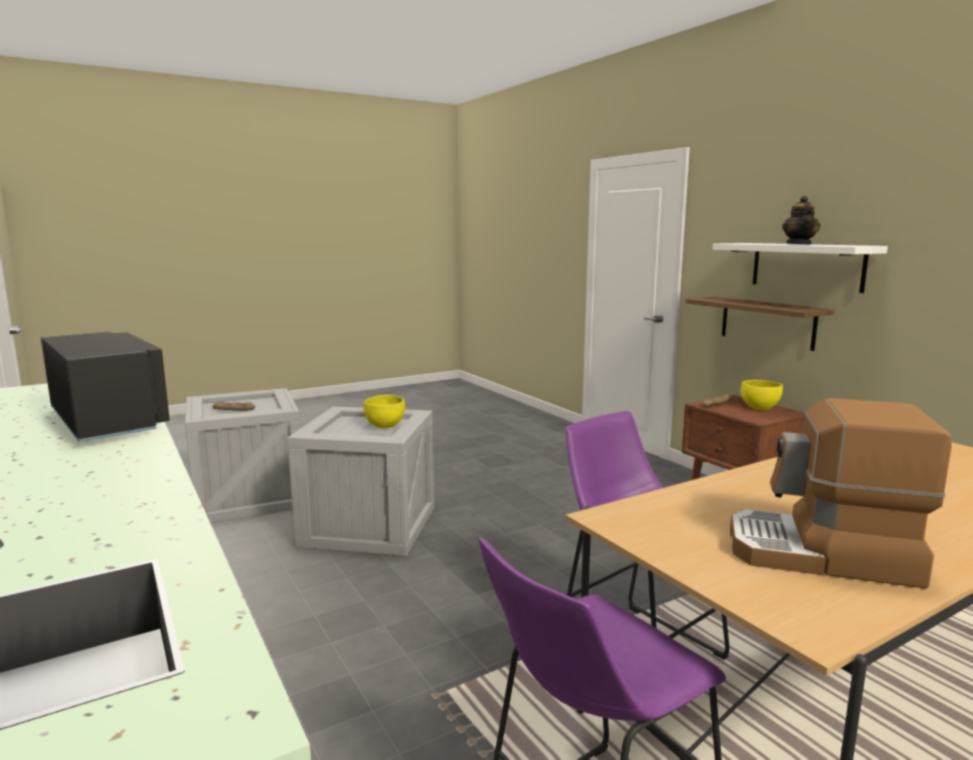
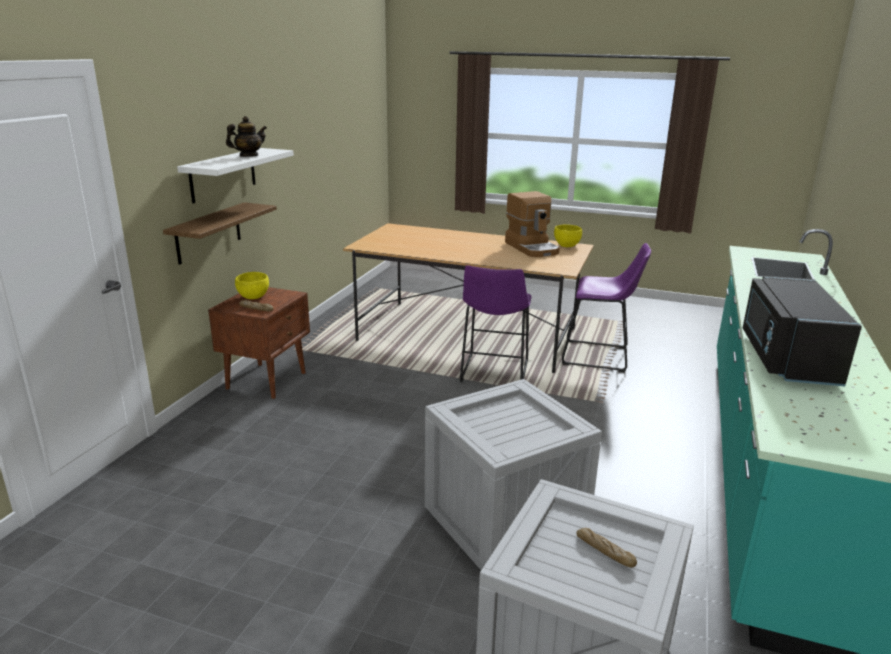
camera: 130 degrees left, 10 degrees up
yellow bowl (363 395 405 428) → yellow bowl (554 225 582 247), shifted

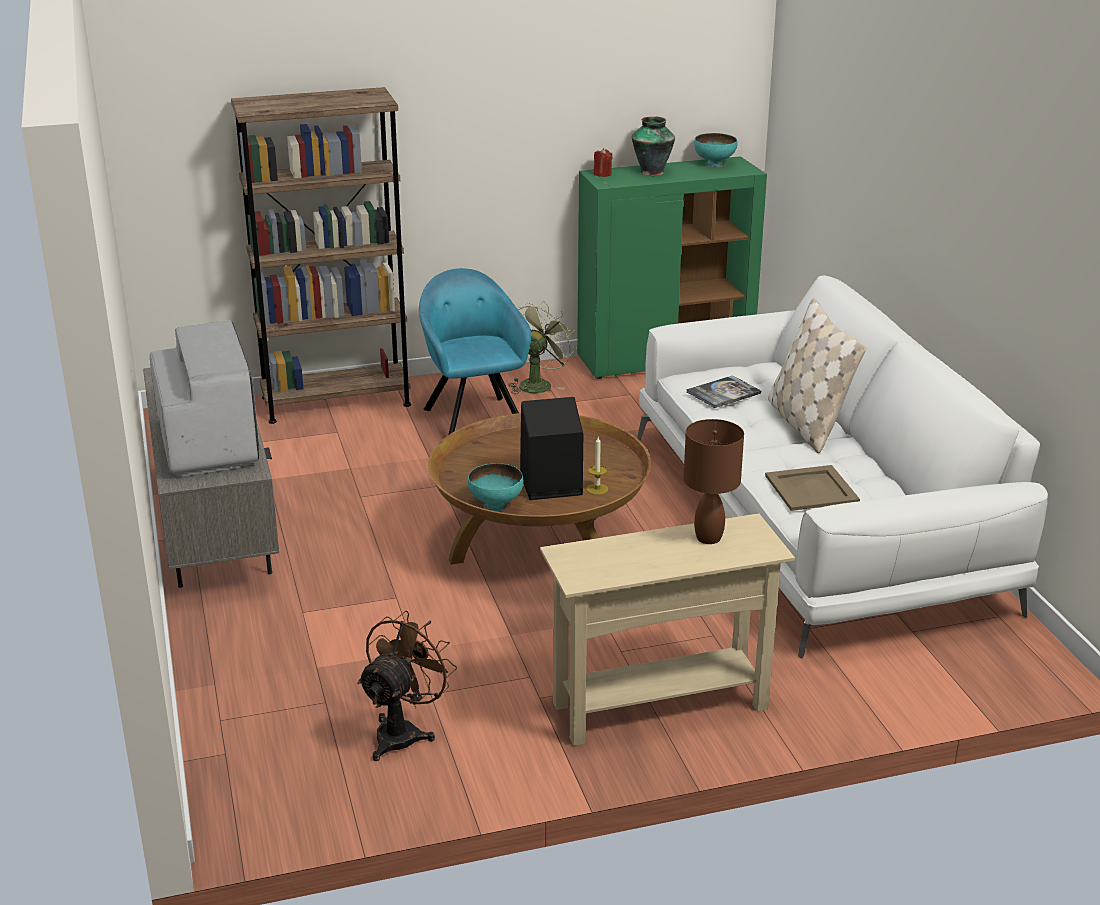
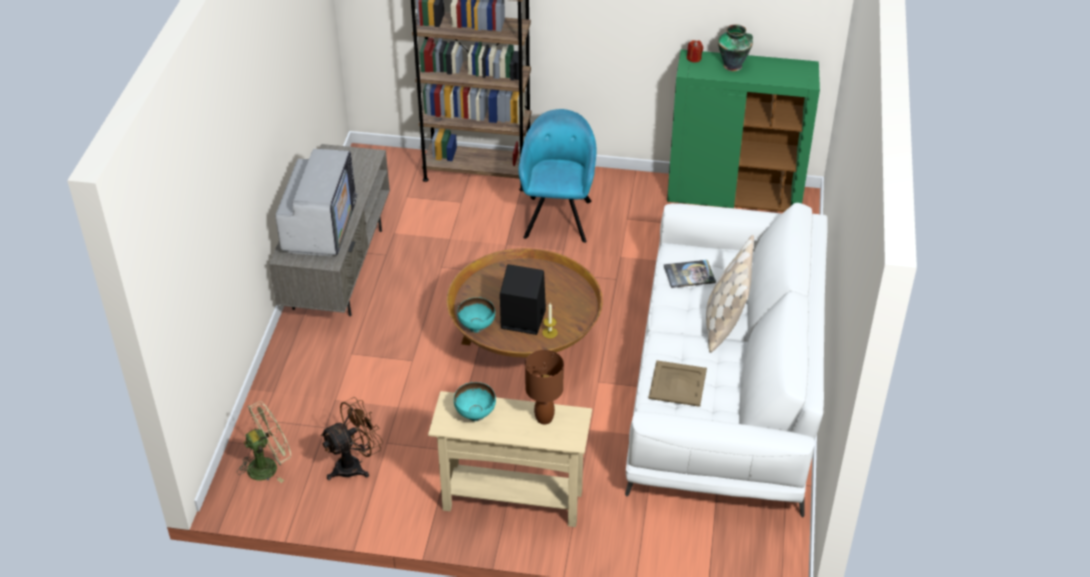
camera: 25 degrees right, 15 degrees up
blue-green bowl (694 133 737 167) → blue-green bowl (454 382 496 421), shifted
green fan (508 301 577 394) → green fan (237 401 291 483), shifted

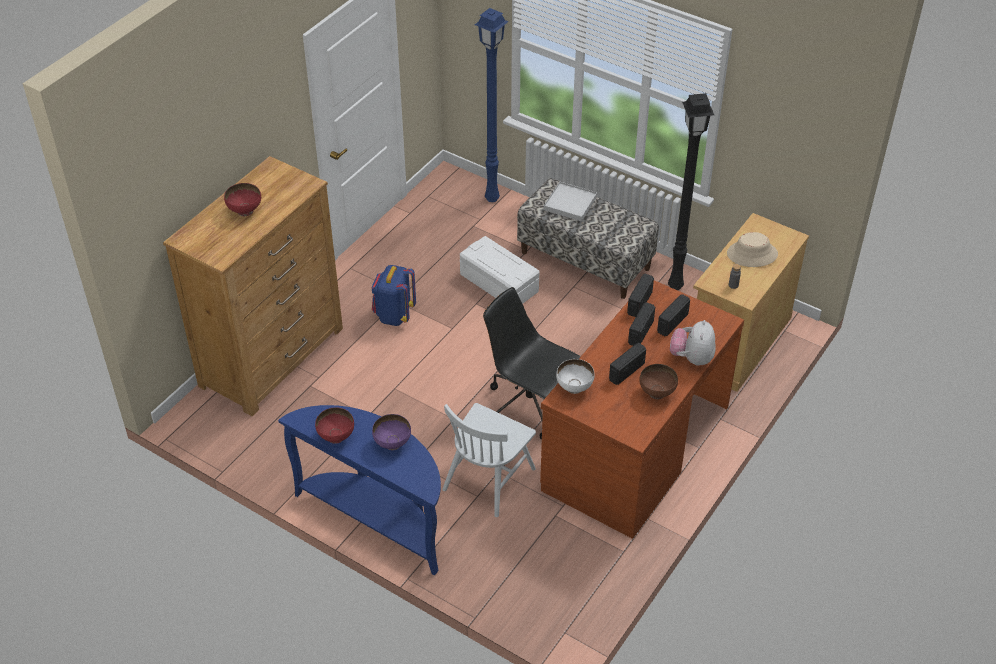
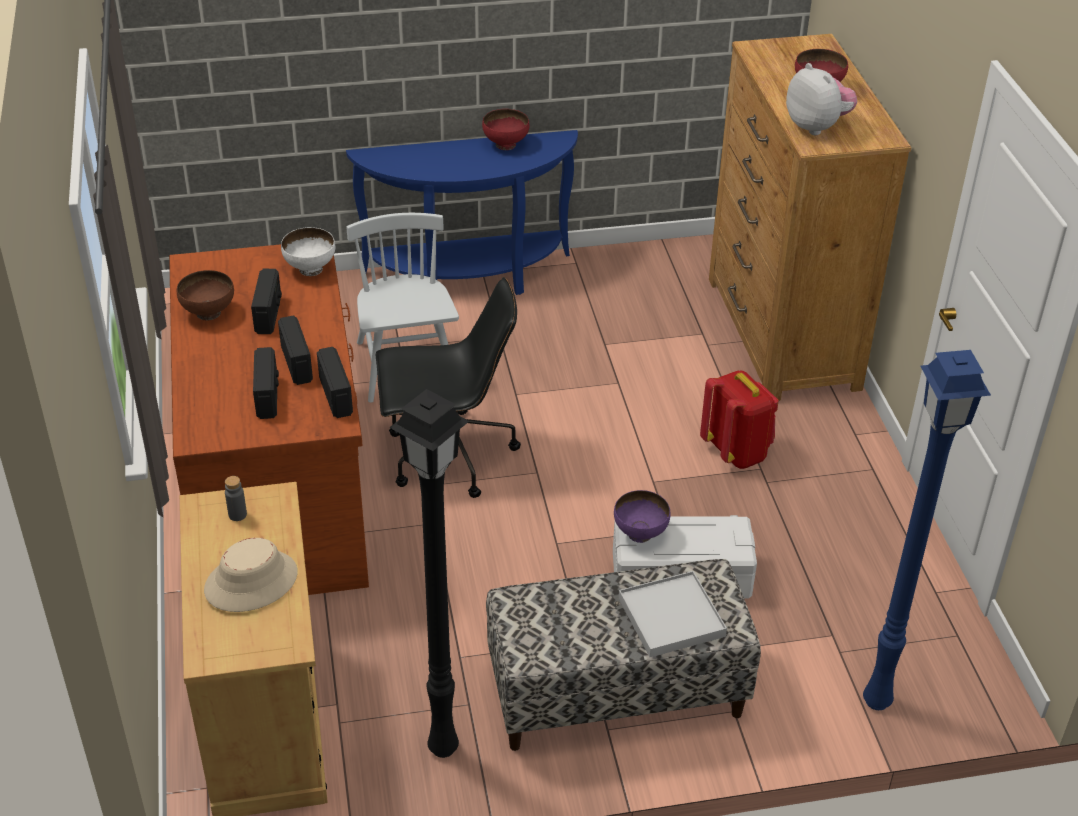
camera: 135 degrees right, 5 degrees down
bluish backpack (372 265 416 326) → red-coloured backpack (700 370 778 469)
soft toy (670 320 716 366) → soft toy (786 63 857 135), shifted
purple-coloured bowl (372 414 411 450) → purple-coloured bowl (614 490 671 543), shifted

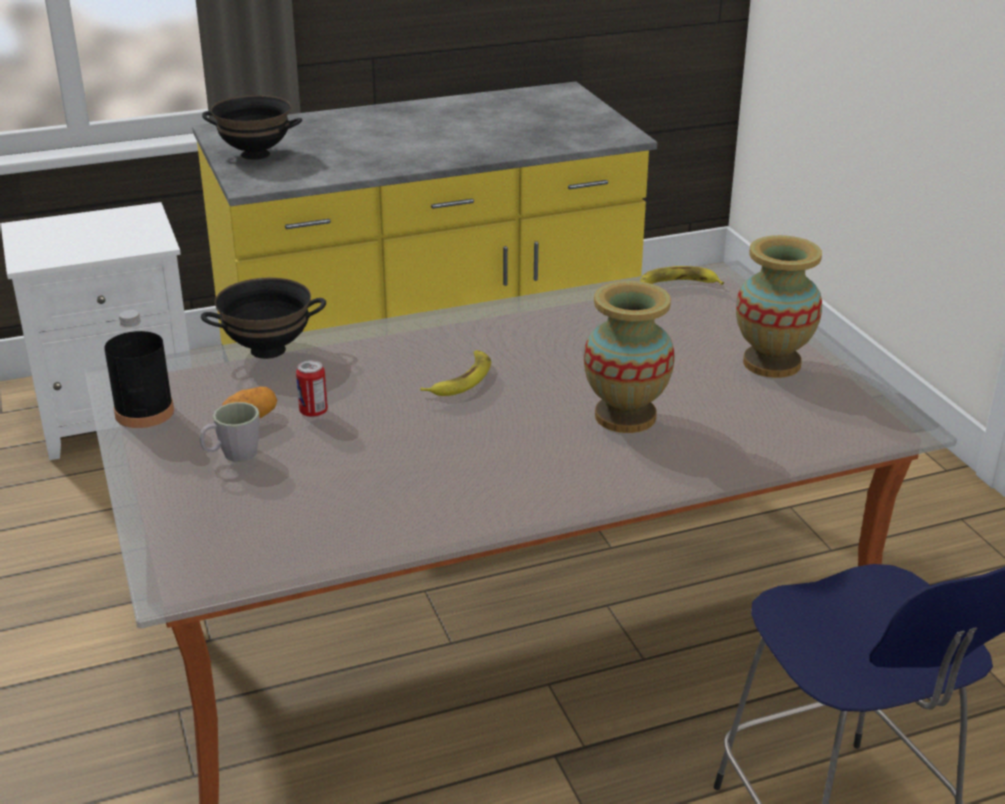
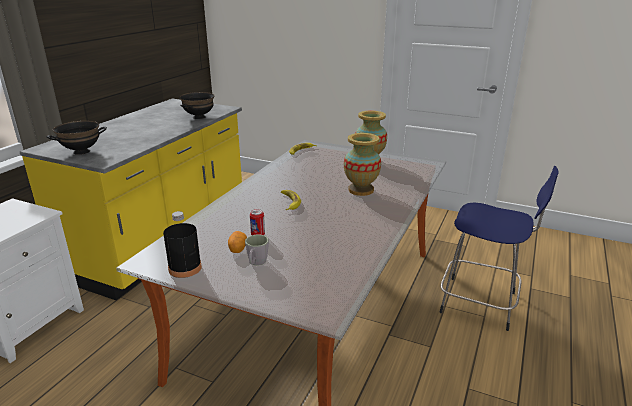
camera: 45 degrees left, 5 degrees down
blackish bowl (201 278 326 359) → blackish bowl (179 92 215 119), shifted

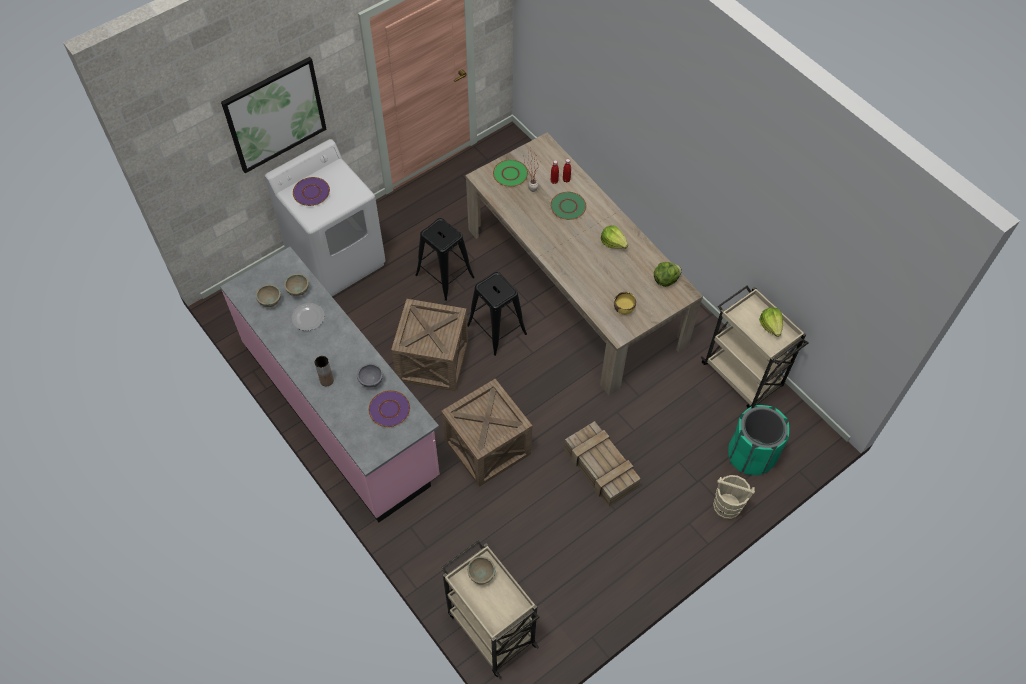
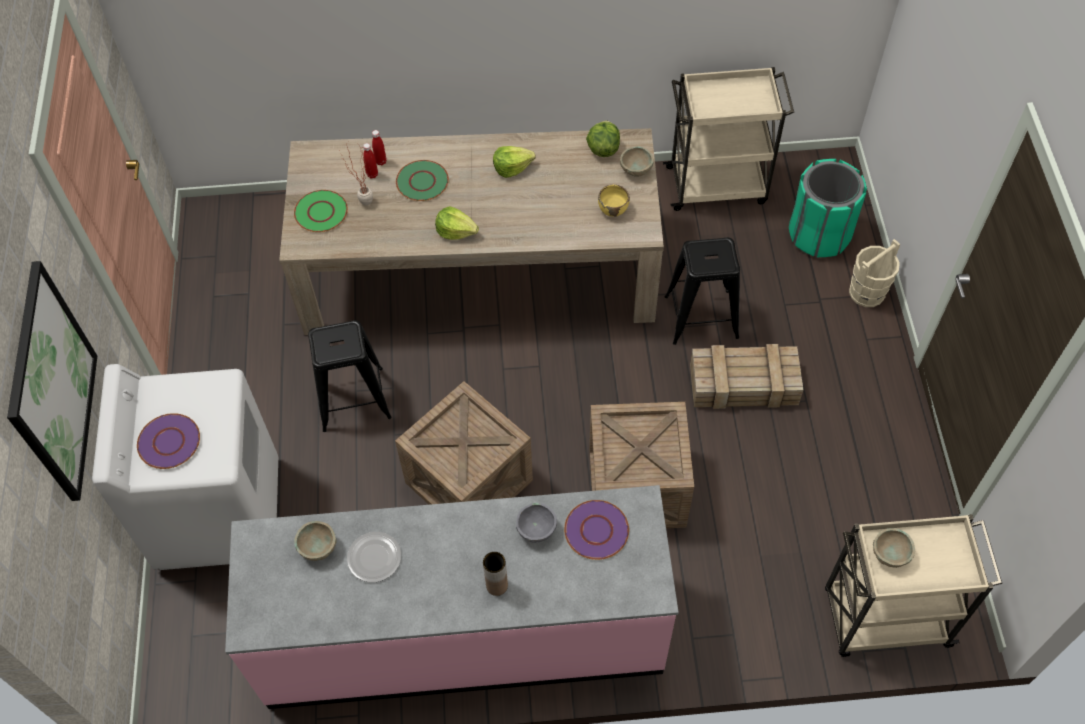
camera: 55 degrees left, 0 degrees up
blackish sitting stool (467 272 527 356) → blackish sitting stool (665 237 740 345), shifted
beige bowl (256 284 281 307) → beige bowl (620 147 654 177), shifted
lettuce head (759 307 783 337) → lettuce head (435 206 479 240), shifted

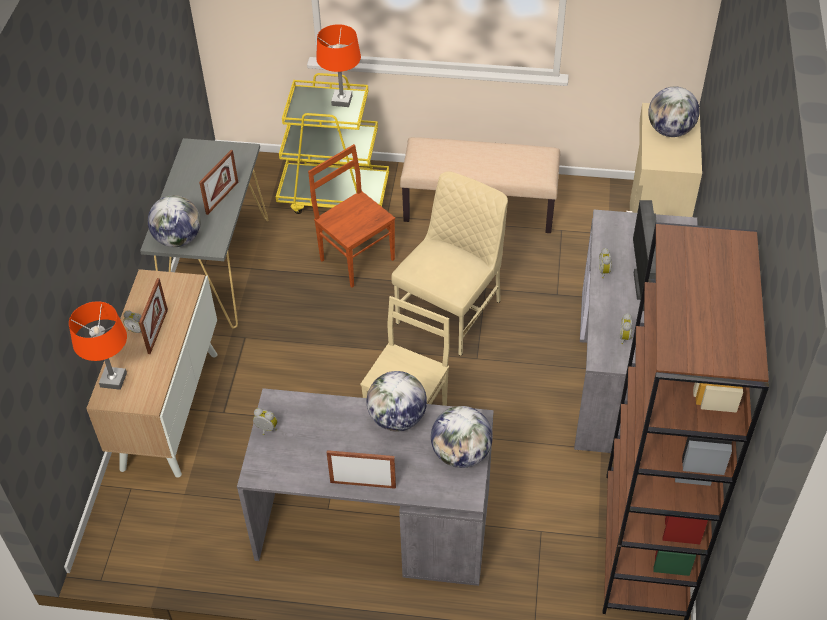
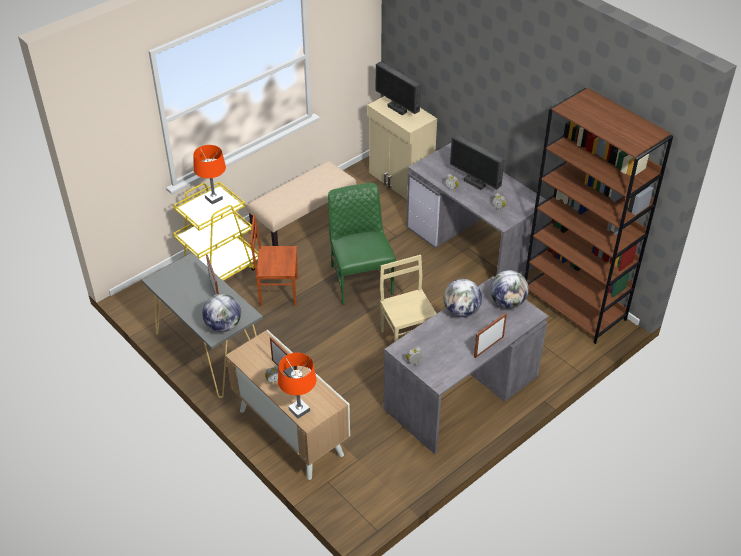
camera: 50 degrees left, 5 degrees down
desk globe (648 86 700 137) → monitor (376 62 421 115)
beige chair (391 171 508 356) → green chair (328 183 396 305)

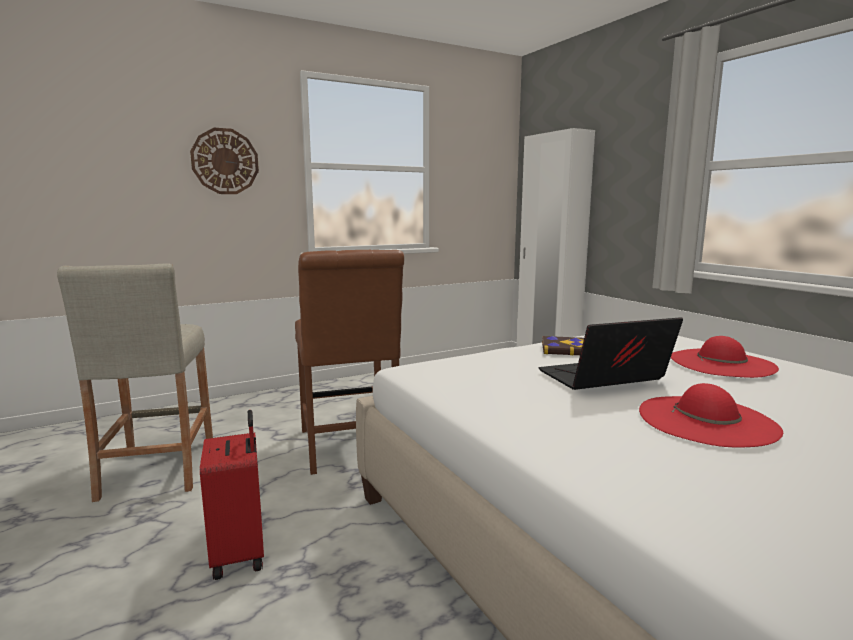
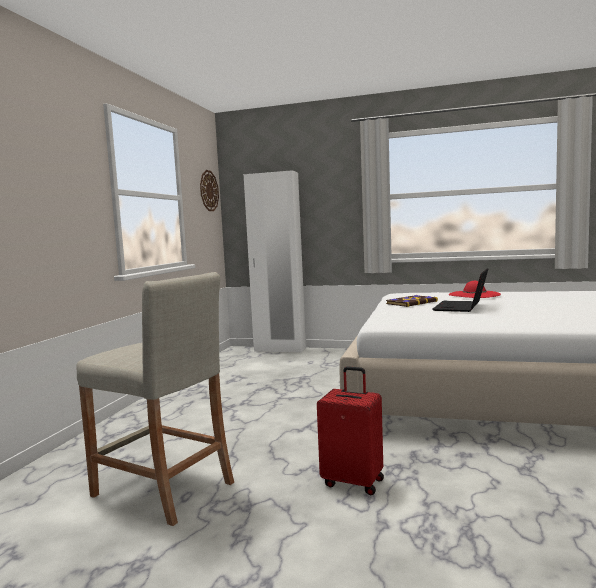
camera: 45 degrees left, 5 degrees down
hanging clock (190 128 259 194) → hanging clock (200 170 219 211), shifted
brown-coloured chair (295 250 404 475) → -
red-coloured hat (639 383 783 447) → -

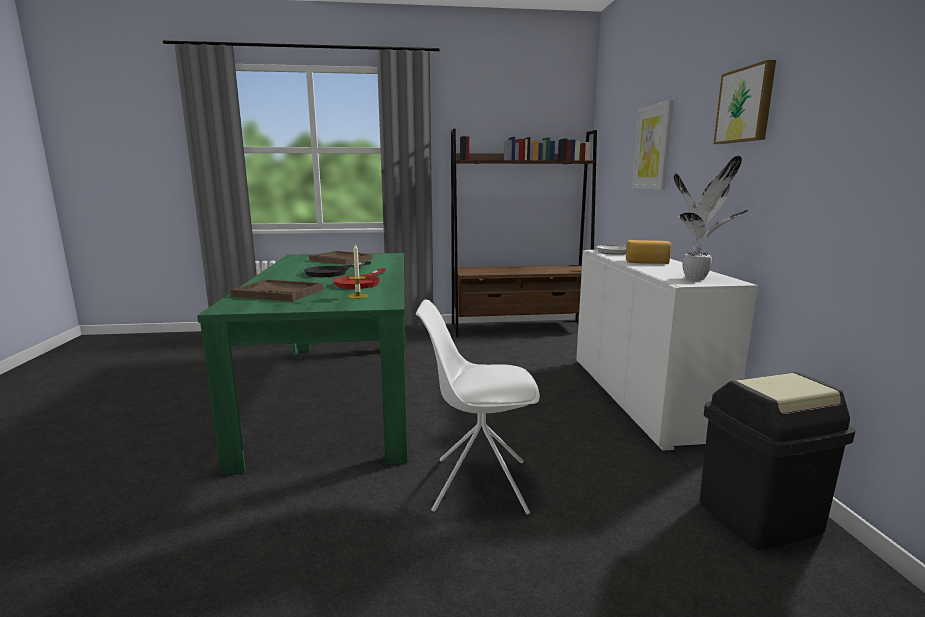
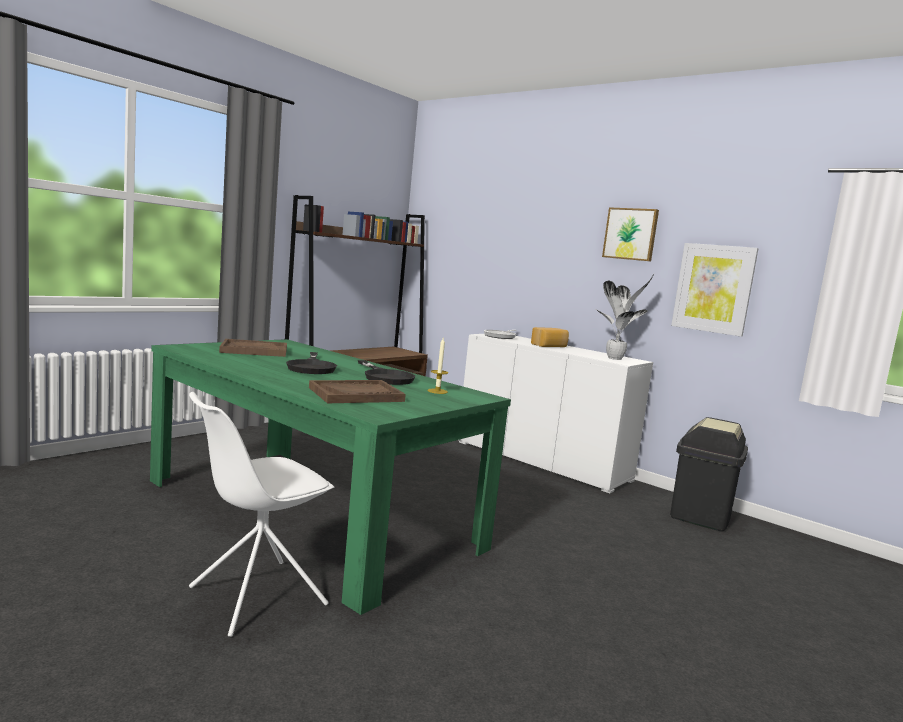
camera: 45 degrees left, 5 degrees down
picture (632 100 674 190) → picture (671 243 758 336), shifted
red-coloured pan (333 268 386 289) → blackish pan (358 360 415 385)
white-coloured chair (415 299 540 515) → white-coloured chair (189 392 334 637), shifted

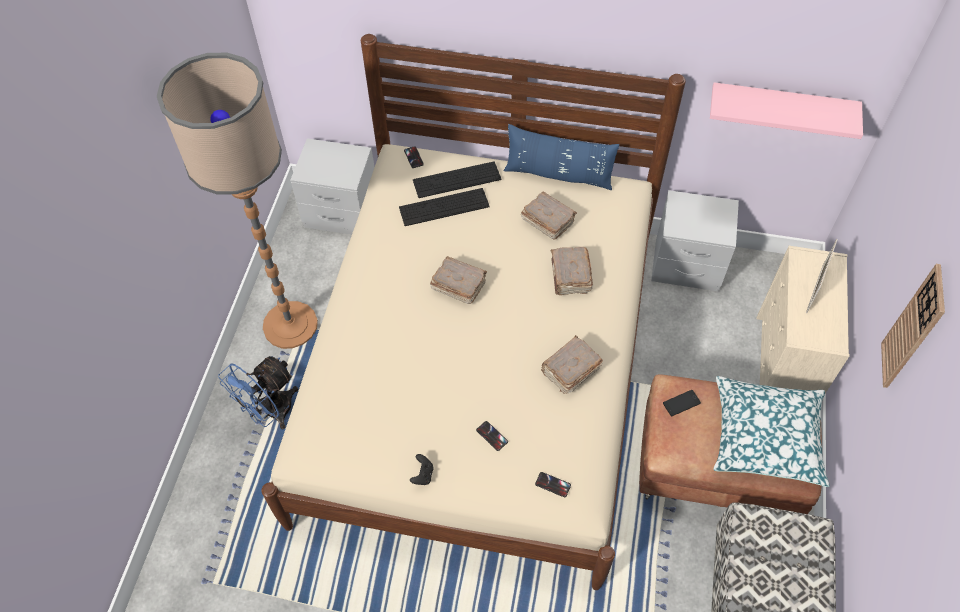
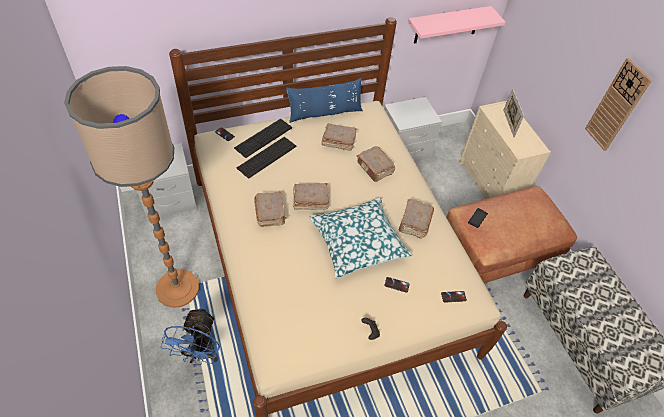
camera: 35 degrees left, 5 degrees down
throw pillow (713 376 830 487) → throw pillow (309 197 412 279), shifted
- → brown-coloured bound book (254 192 286 227)

